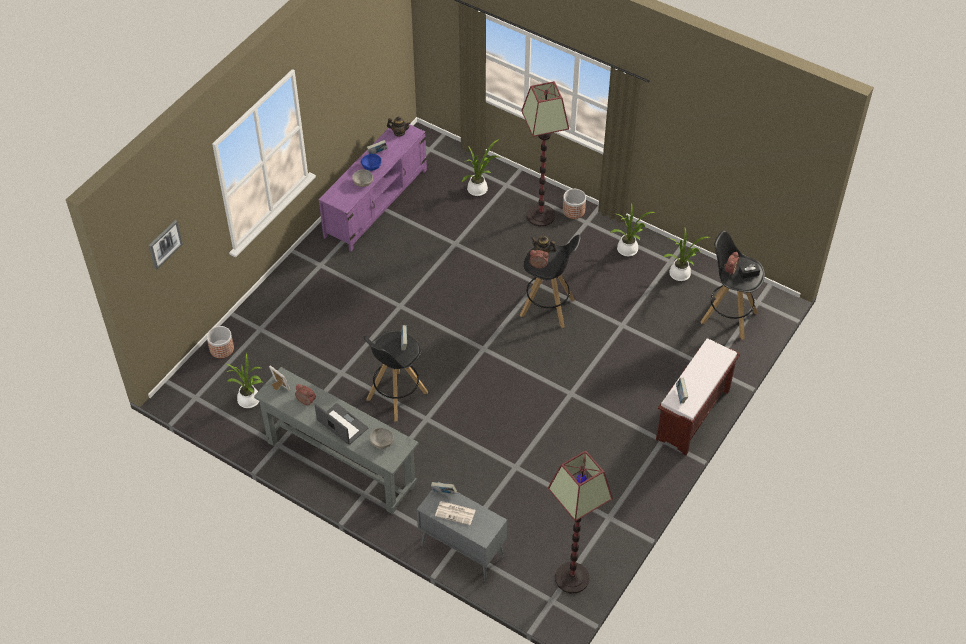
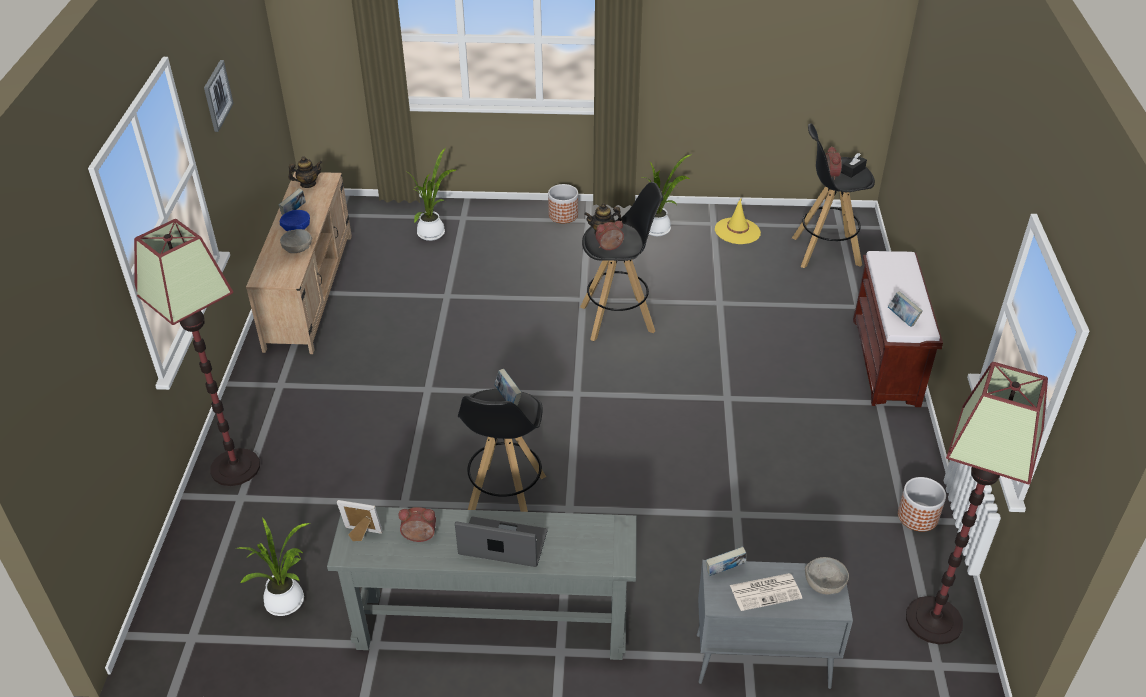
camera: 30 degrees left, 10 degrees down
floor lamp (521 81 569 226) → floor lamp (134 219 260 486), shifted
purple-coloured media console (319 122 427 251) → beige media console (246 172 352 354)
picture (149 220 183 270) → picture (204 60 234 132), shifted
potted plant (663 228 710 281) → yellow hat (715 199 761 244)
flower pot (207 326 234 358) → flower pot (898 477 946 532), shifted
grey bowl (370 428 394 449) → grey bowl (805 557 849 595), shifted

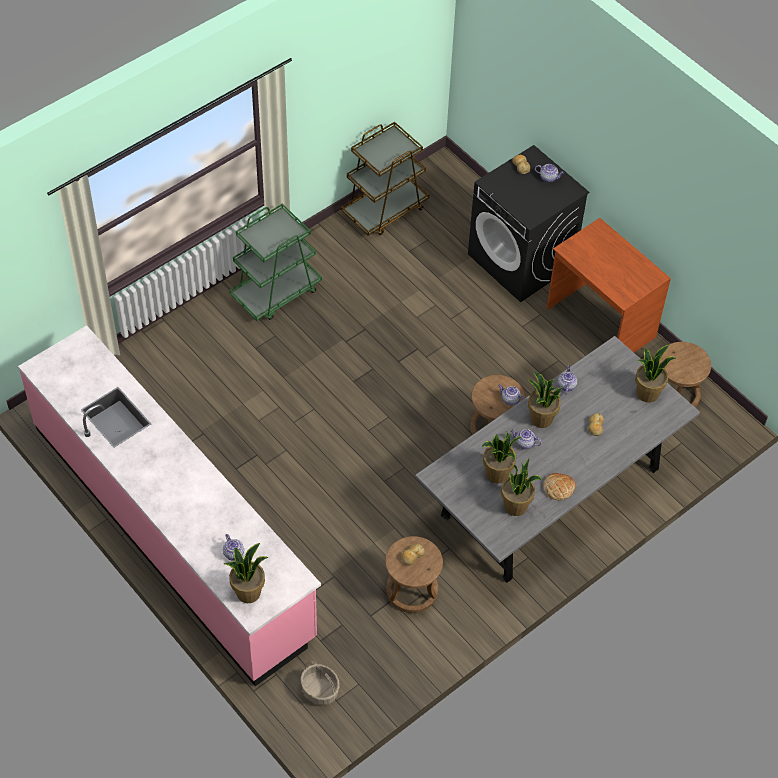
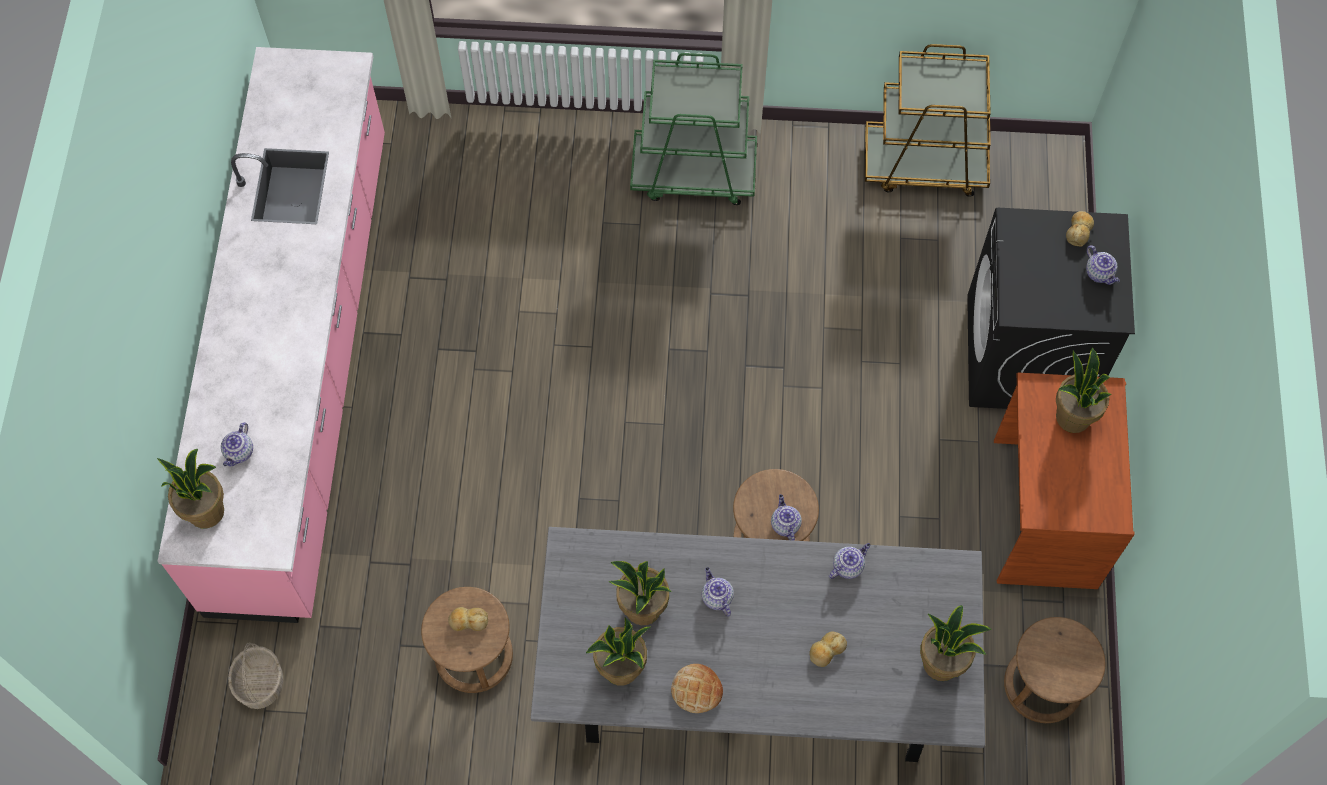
camera: 45 degrees right, 10 degrees up
potted plant (528 372 562 428) → potted plant (1056 348 1111 433), shifted

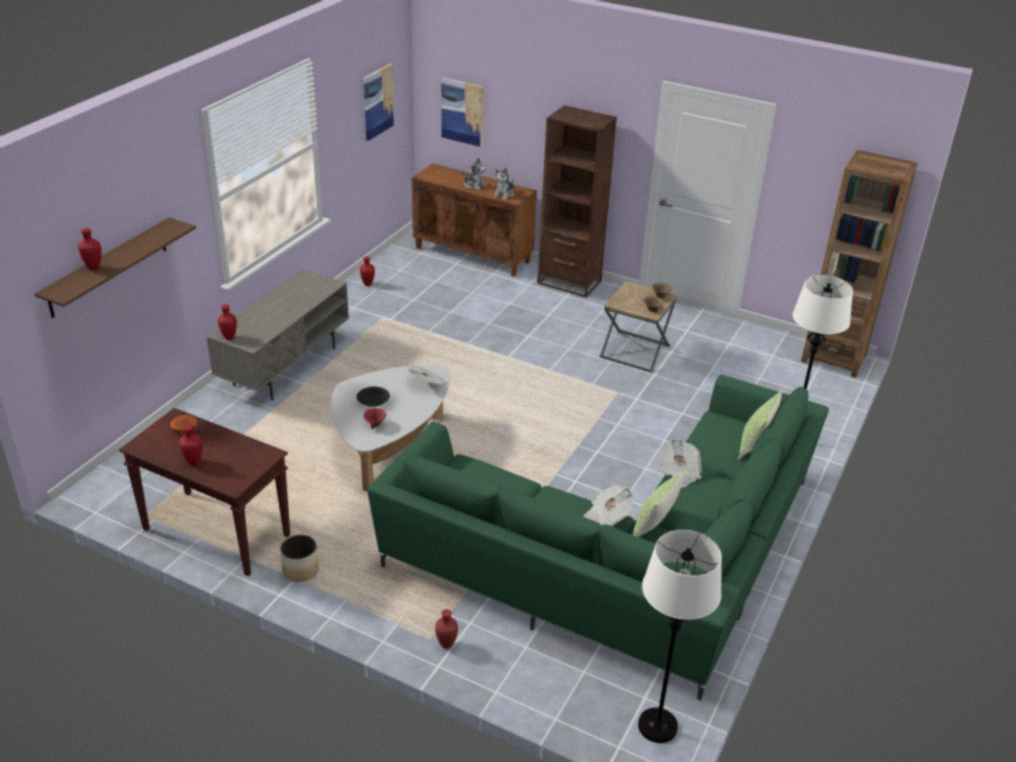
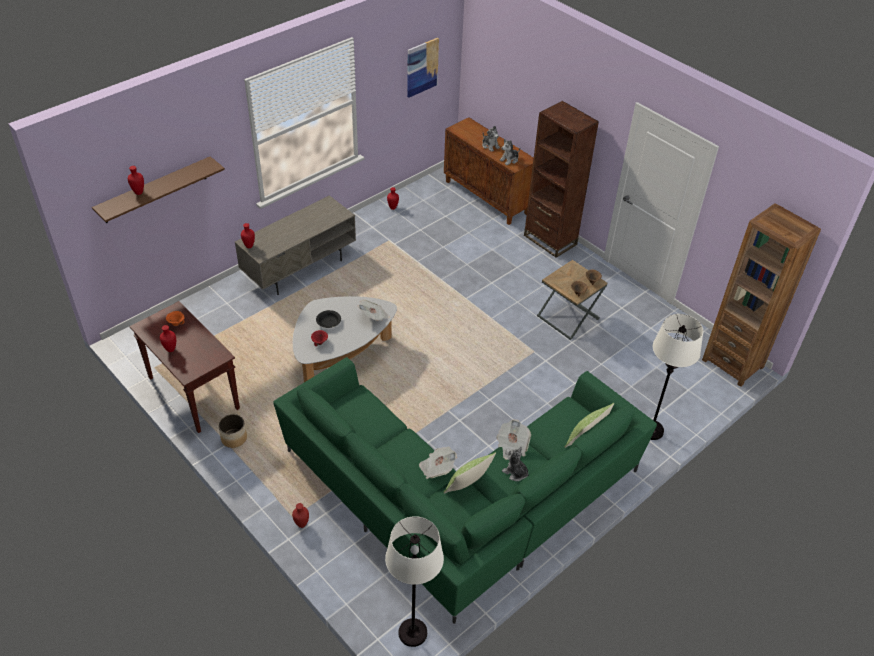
camera: 20 degrees right, 10 degrees up
picture (441 77 484 147) → -
- → soft toy (502 446 529 481)

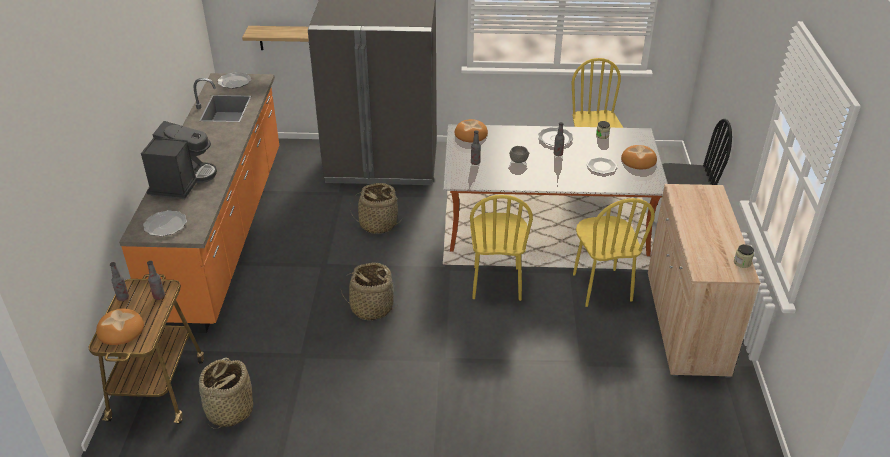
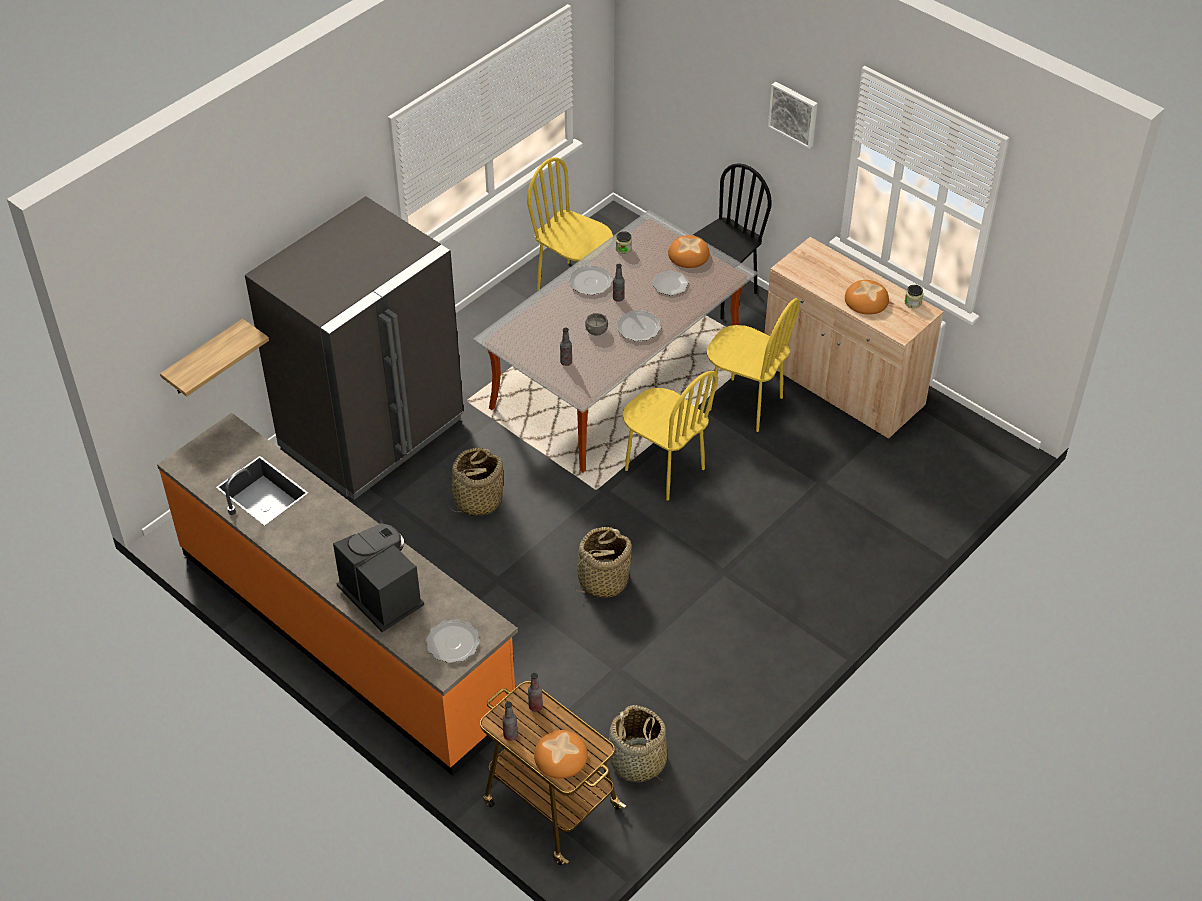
camera: 50 degrees left, 10 degrees up
dinner plate (217 72 251 88) → dinner plate (616 310 661 341), shifted
bread (455 119 488 142) → bread (845 280 889 315), shifted
- → picture (768 82 818 149)

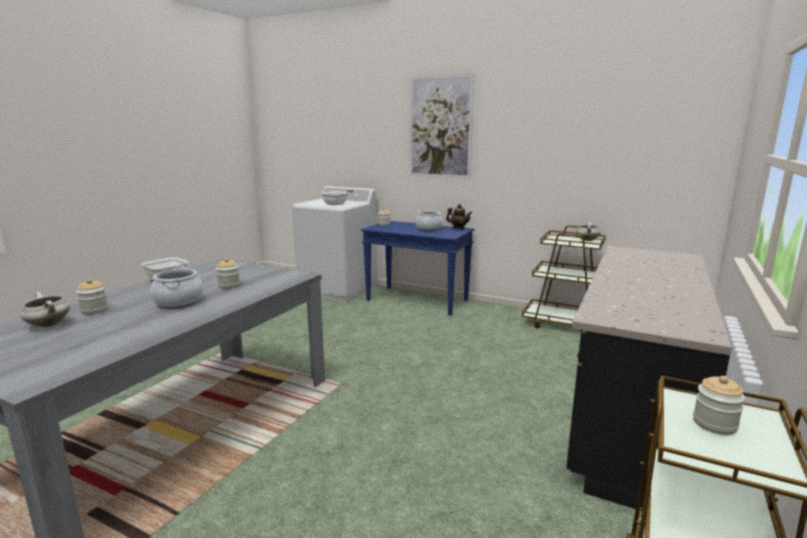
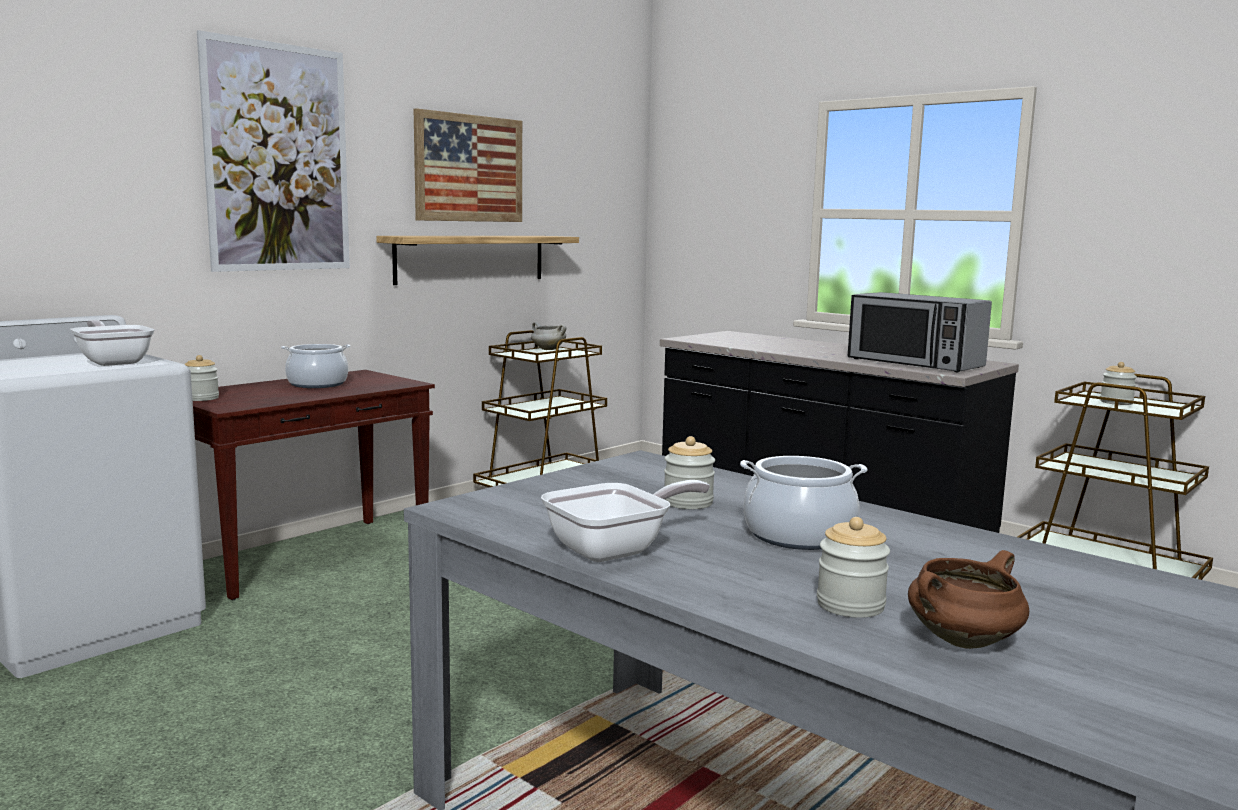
camera: 75 degrees left, 5 degrees down
pot for tea (446 204 472 230) → -
bluish narrow table (361 221 475 316) → brown-coloured narrow table (193 370 435 600)
white-coloured cooking pot (20 292 70 327) → brown-coloured cooking pot (908 550 1029 649)
- → picture (414 108 522 222)
- → bracket shelf (376 236 579 285)
- → kitchen microwave (848 292 992 372)

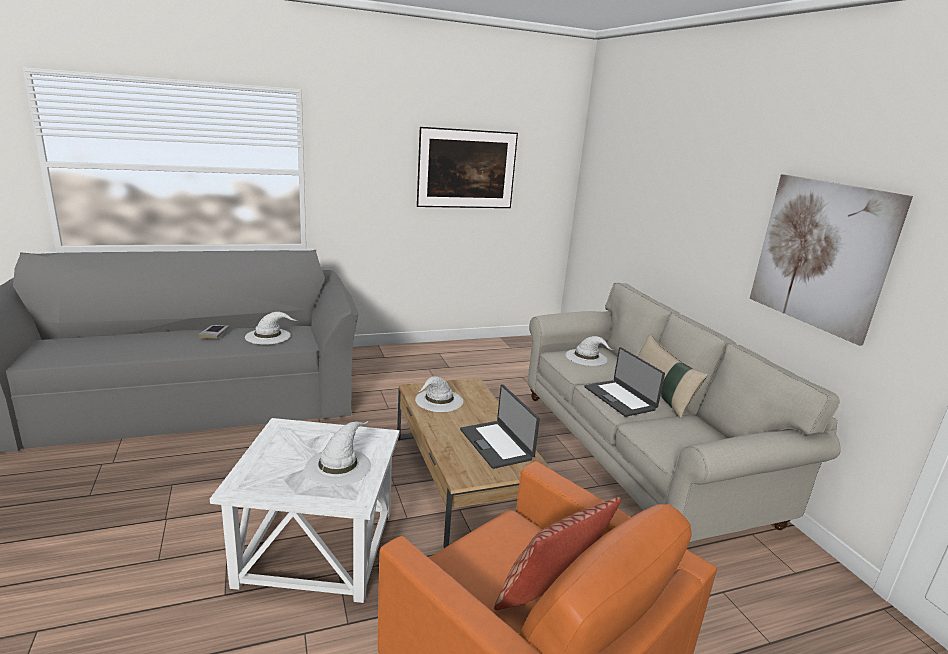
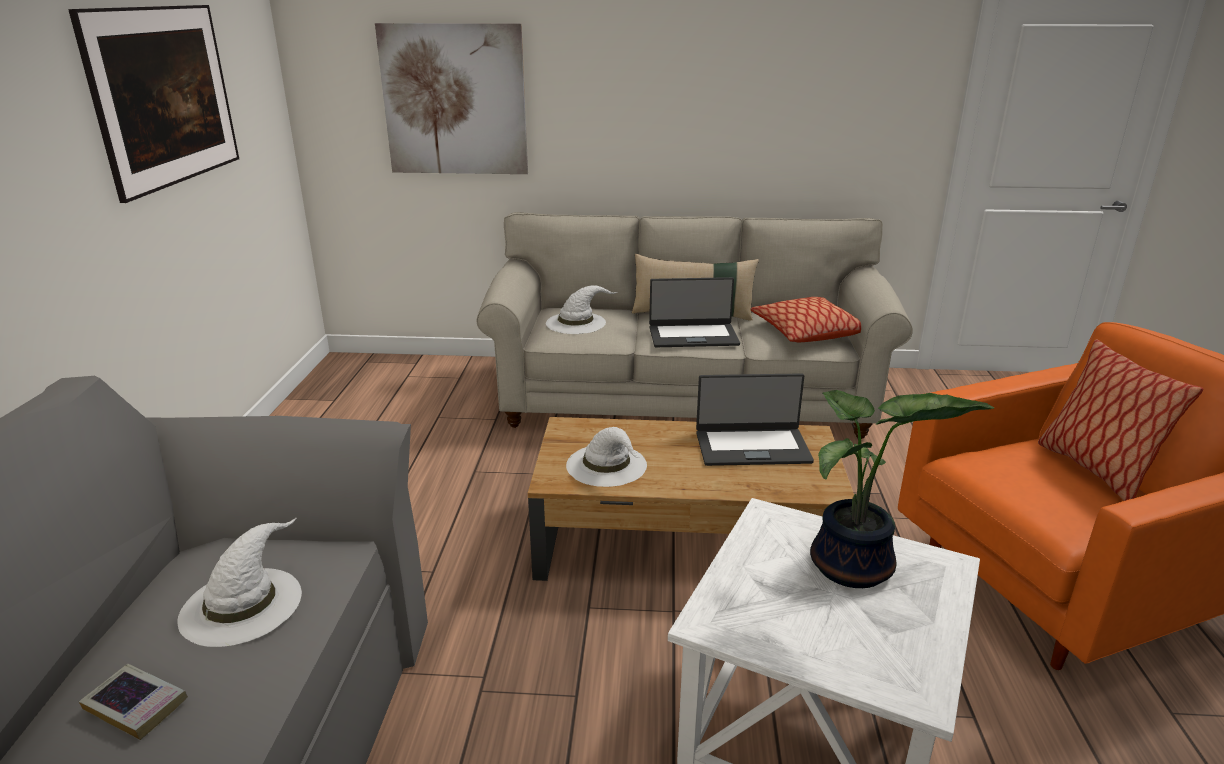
camera: 65 degrees left, 5 degrees up
picture (749 174 913 346) → picture (375 23 528 174), shifted
white-coloured hat (304 421 371 486) → potted plant (810 390 994 588)
- → throw pillow (750 297 861 342)

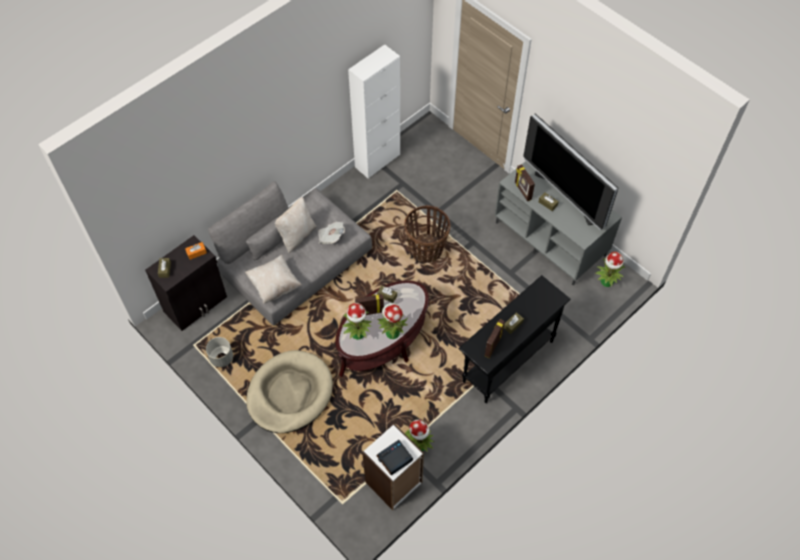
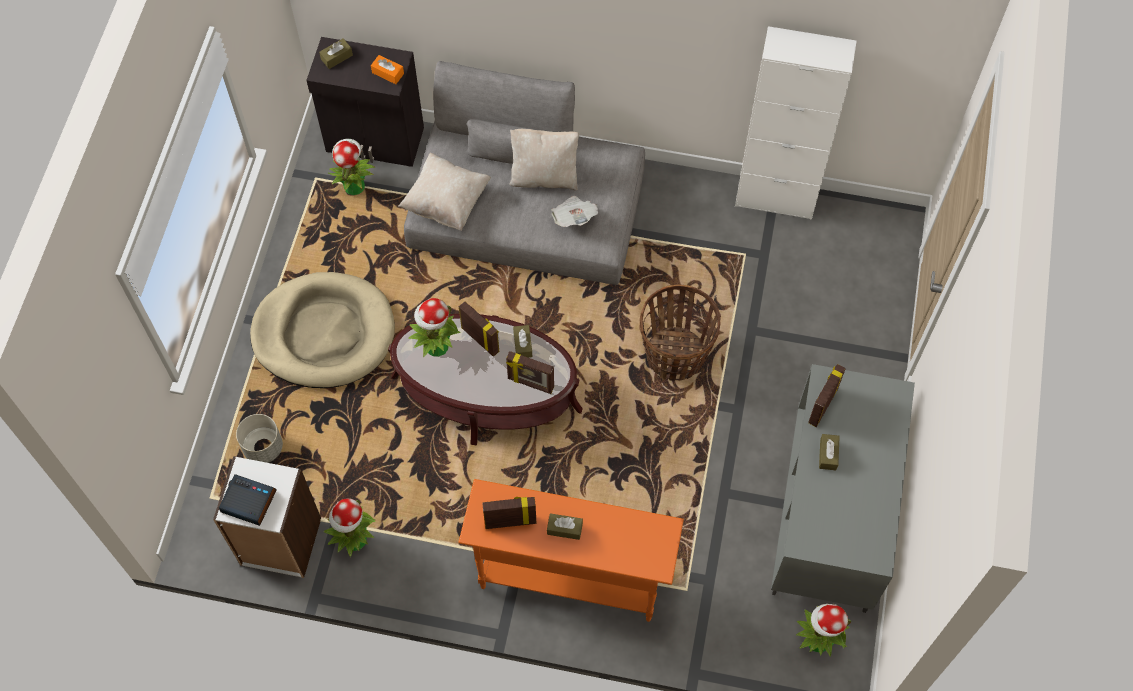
camera: 55 degrees right, 5 degrees up
television (523 113 618 230) → -
blackish narrow table (458 275 571 403) → orangey narrow table (458 479 684 622)
potted plant (377 303 408 339) → potted plant (327 139 376 195), shifted
grey flower pot (206 337 233 367) → grey flower pot (236 414 283 463), shifted
- → picture frame (506 351 554 394)

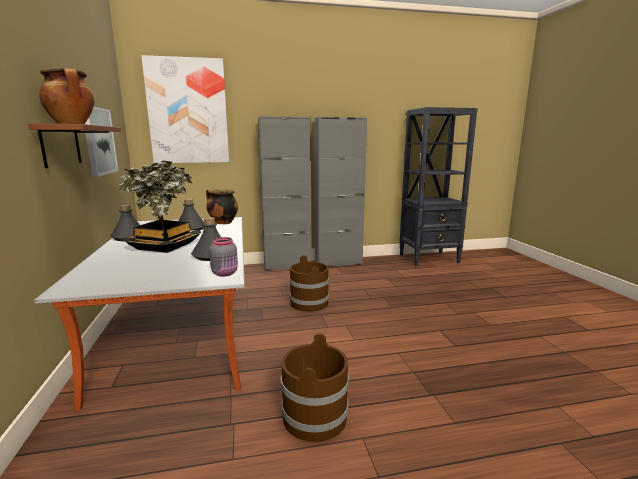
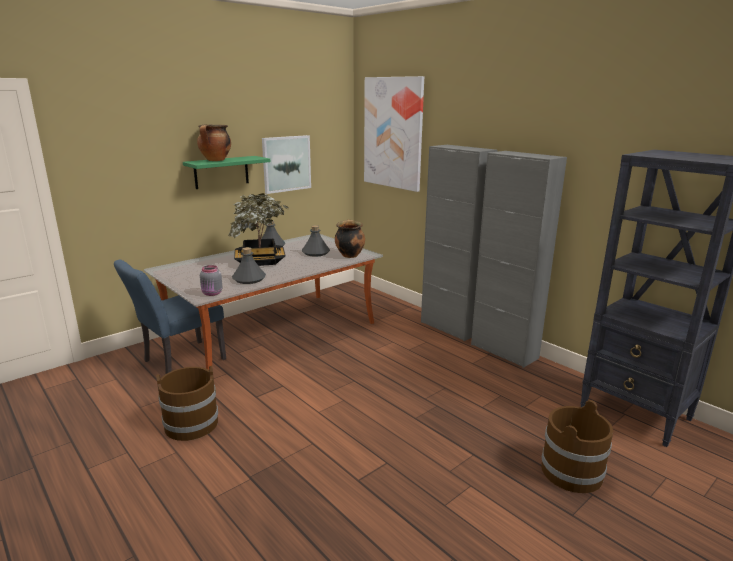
camera: 60 degrees right, 5 degrees up
brown-coloured bracket shelf (28 124 121 168) → green bracket shelf (183 156 270 189)
brown-coloured pail (289 255 329 312) → brown-coloured pail (541 400 613 493), shifted
- → bluish chair (114 259 226 374)

